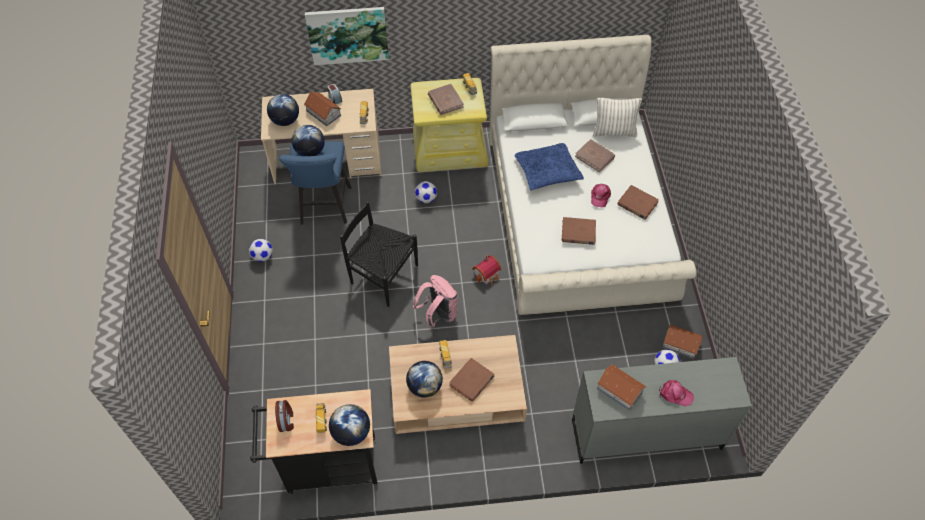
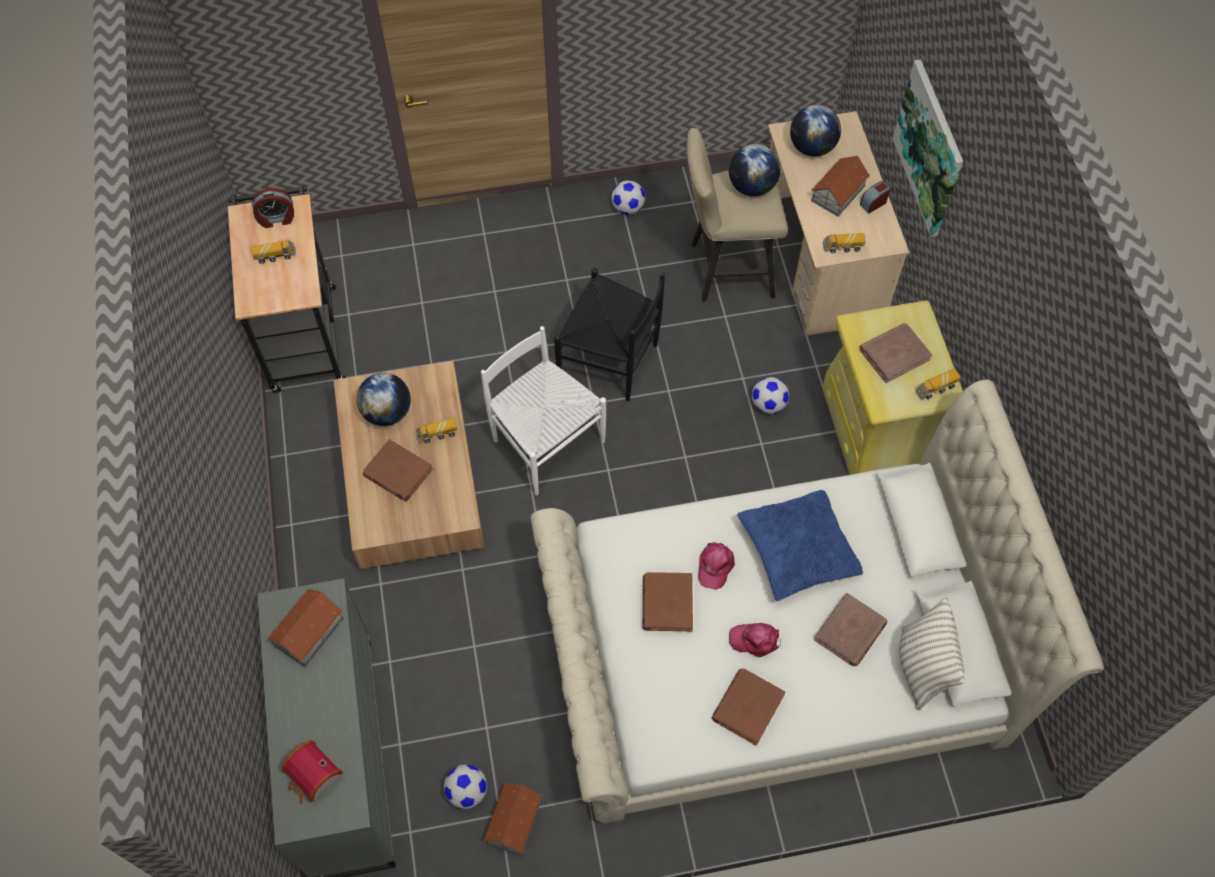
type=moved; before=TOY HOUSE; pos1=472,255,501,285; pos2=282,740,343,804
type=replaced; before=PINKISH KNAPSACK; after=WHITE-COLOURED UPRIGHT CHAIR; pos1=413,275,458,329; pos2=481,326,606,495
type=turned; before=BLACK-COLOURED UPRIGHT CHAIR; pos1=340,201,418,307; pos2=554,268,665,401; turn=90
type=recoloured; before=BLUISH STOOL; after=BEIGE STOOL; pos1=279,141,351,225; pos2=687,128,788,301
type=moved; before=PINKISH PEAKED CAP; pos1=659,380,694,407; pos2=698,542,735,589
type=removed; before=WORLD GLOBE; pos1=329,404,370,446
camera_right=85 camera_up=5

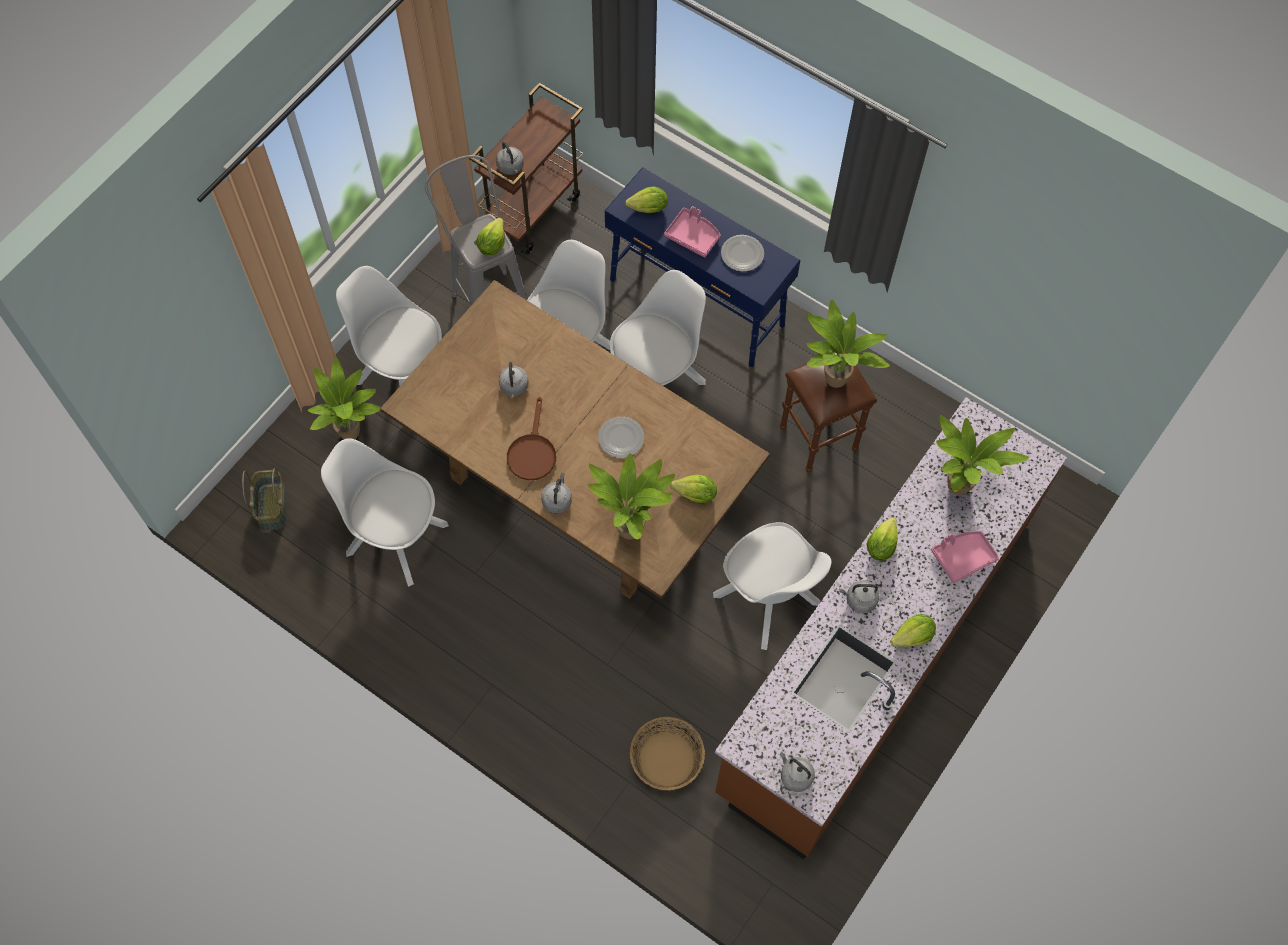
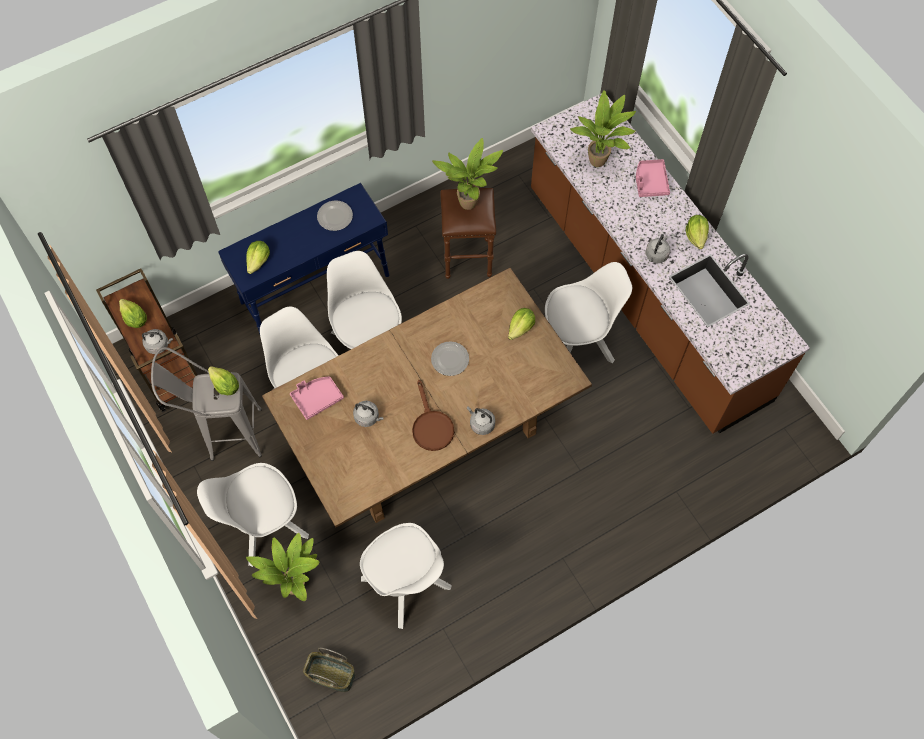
type=moved; before=LETTUCE; pos1=866,517,897,561; pos2=119,299,147,328
type=moved; before=PINKISH TRAY; pos1=664,206,721,257; pos2=290,377,344,420
type=turned; before=WHITE-COLOURED UPRIGHT CHAIR; pos1=321,438,449,587; pos2=360,523,452,629; turn=-90
type=turned; before=BROWNISH SKILLET; pos1=507,397,556,480; pos2=412,380,454,451; turn=45
type=removed; before=HOUSEPLANT; pos1=588,453,675,540
type=removed; before=STORAGE BASKET; pos1=630,717,705,790
type=removed; before=GREYISH TEA KETTLE; pos1=779,751,815,792
camera_right=-65 camera_up=0

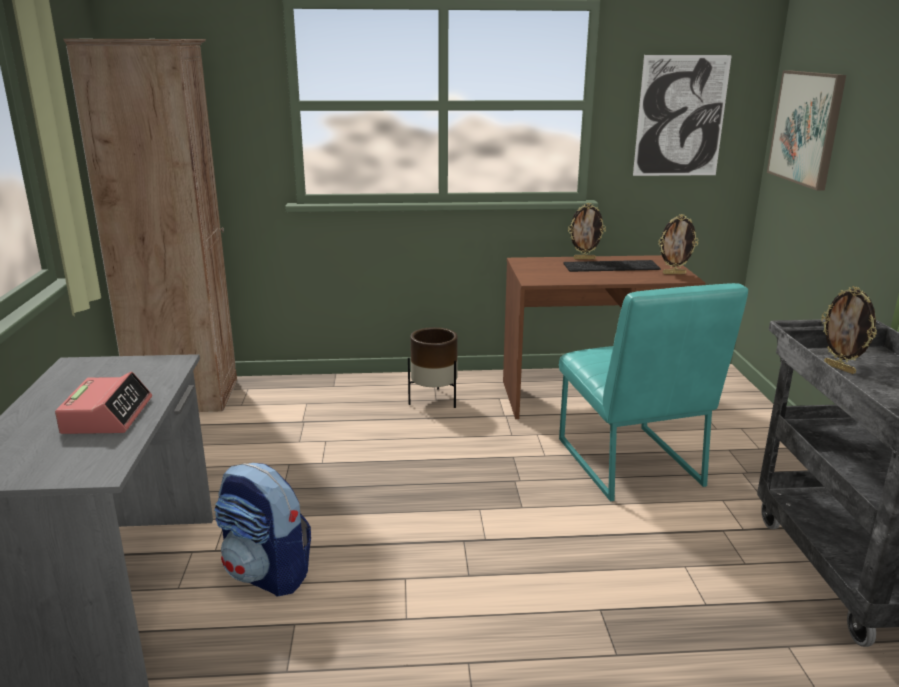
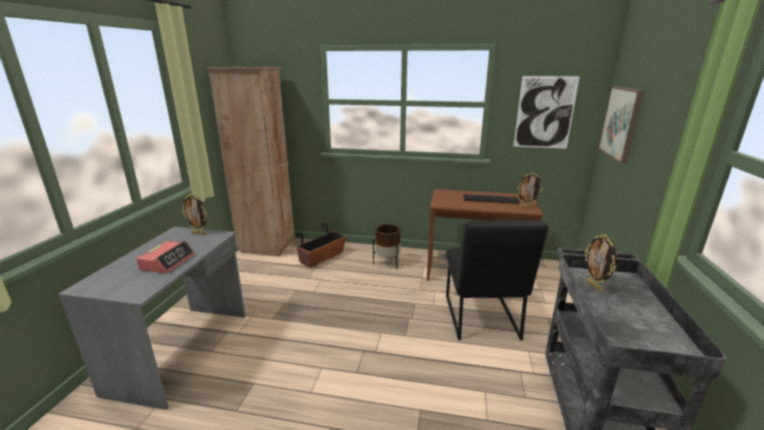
type=moved; before=STANDING FRAME; pos1=568,203,606,259; pos2=182,194,207,235
type=added; after=FLOWER POT; pos2=296,223,346,268
type=recoloured; before=TURQUOISE-COLOURED UPRIGHT CHAIR; after=BLACK-COLOURED UPRIGHT CHAIR; pos1=559,283,748,501; pos2=446,220,548,340
type=removed; before=KNAPSACK; pos1=214,463,311,597
camera_right=15 camera_up=0

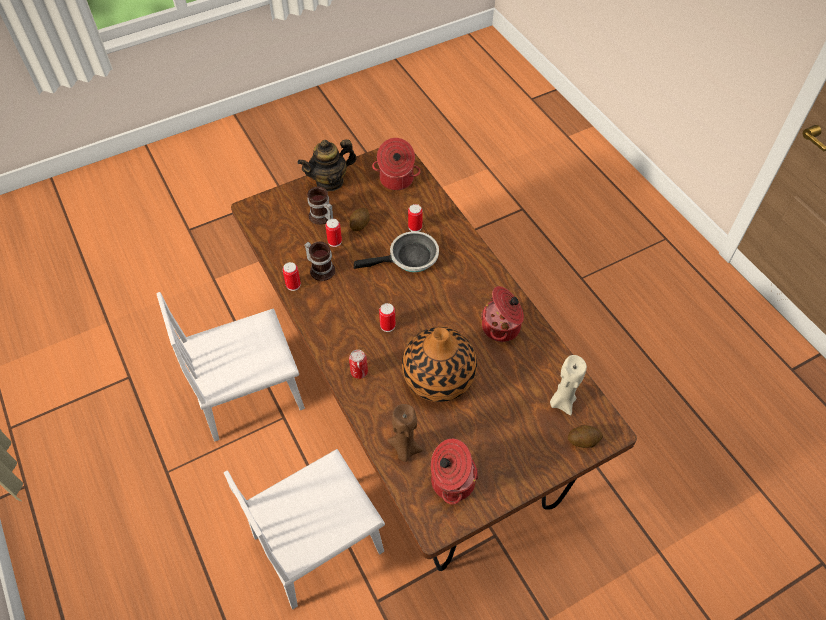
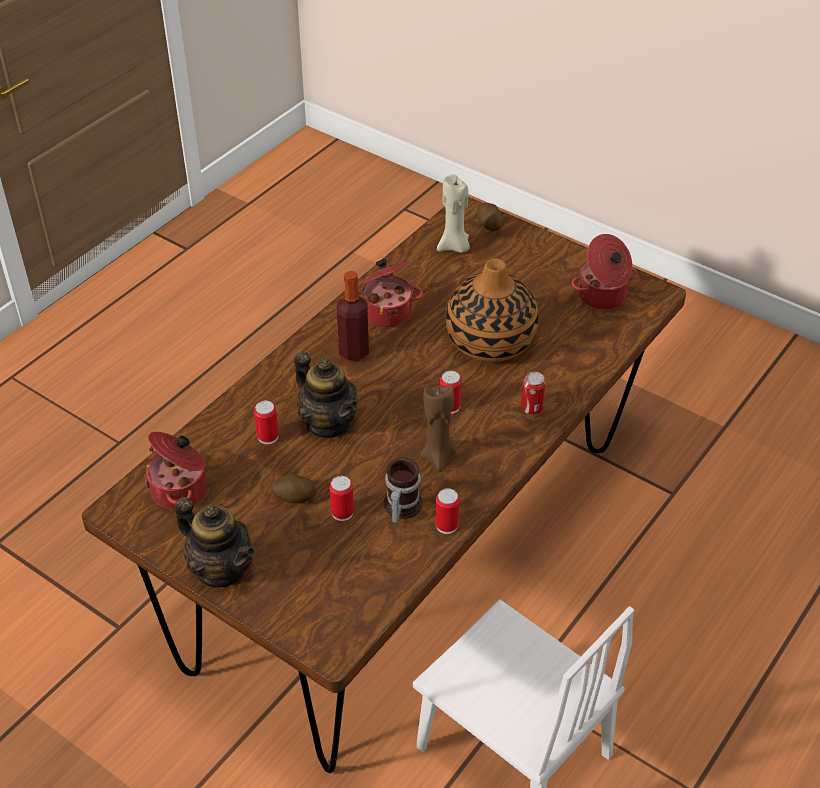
type=replaced; before=SKILLET; after=POT FOR TEA; pos1=354,231,439,272; pos2=294,351,358,438
type=added; after=BOTTLE; pos2=337,271,369,361
type=moved; before=BROWNISH WAX LIGHT; pos1=388,404,423,462; pos2=420,386,457,472
type=removed; before=WHITE-COLOURED UPRIGHT CHAIR; pos1=224,449,385,609
type=removed; before=COFFEE MUG; pos1=307,186,333,225
camera_right=-115 camera_up=-10

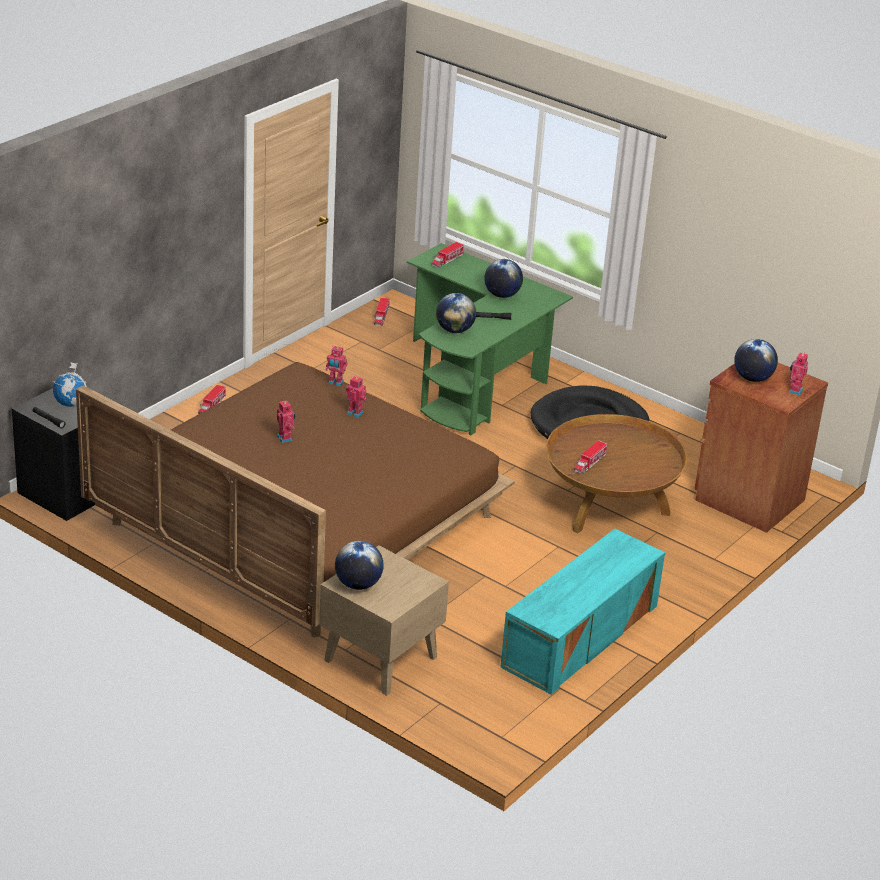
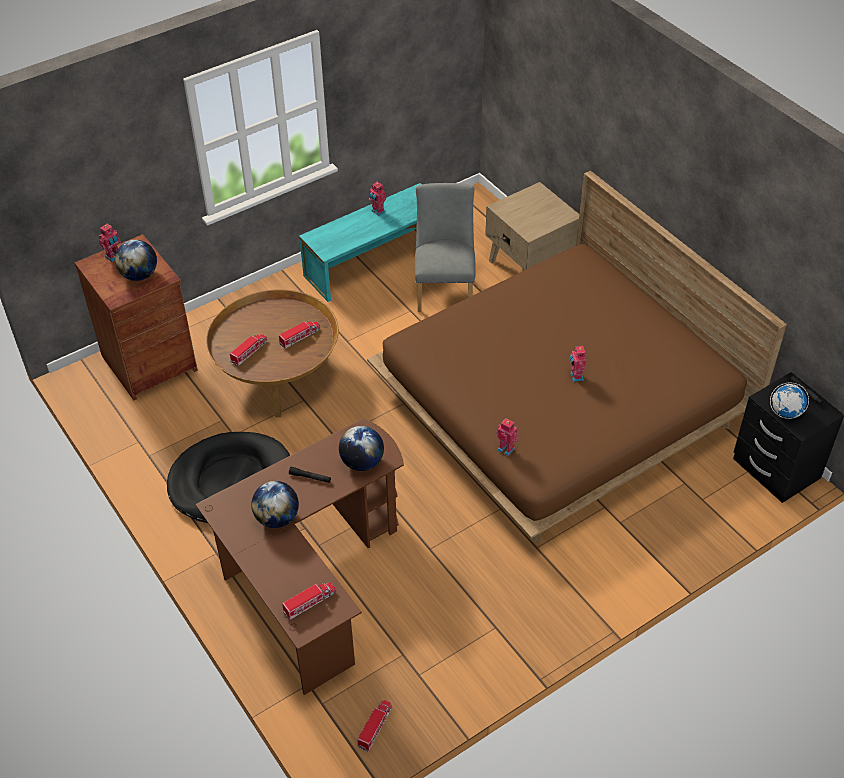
type=recoloured; before=GREENISH DESK UNIT; after=BROWNISH DESK UNIT; pos1=407,243,573,435; pos2=195,418,404,695
type=moved; before=TOY LORRY; pos1=198,385,226,414; pos2=230,334,267,366
type=moved; before=TOY ROBOT; pos1=345,376,367,418; pos2=369,182,386,216
type=added; after=GREYISH UPRIGHT CHAIR; pos2=415,183,476,312
type=removed; before=WORLD GLOBE; pos1=335,541,384,590
camera_right=-160 camera_up=15

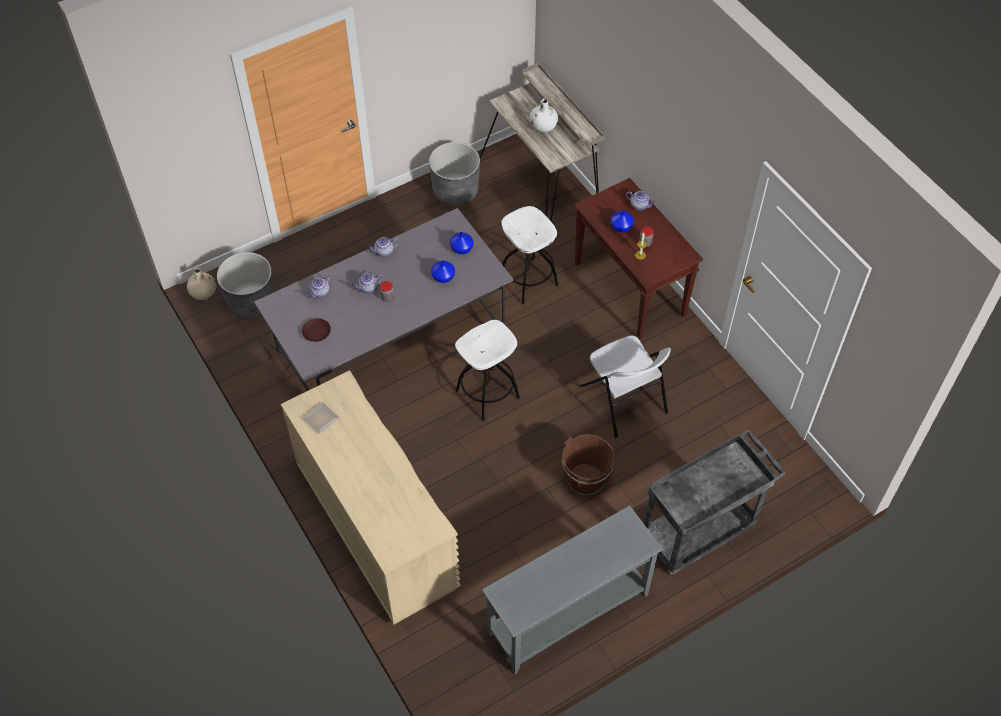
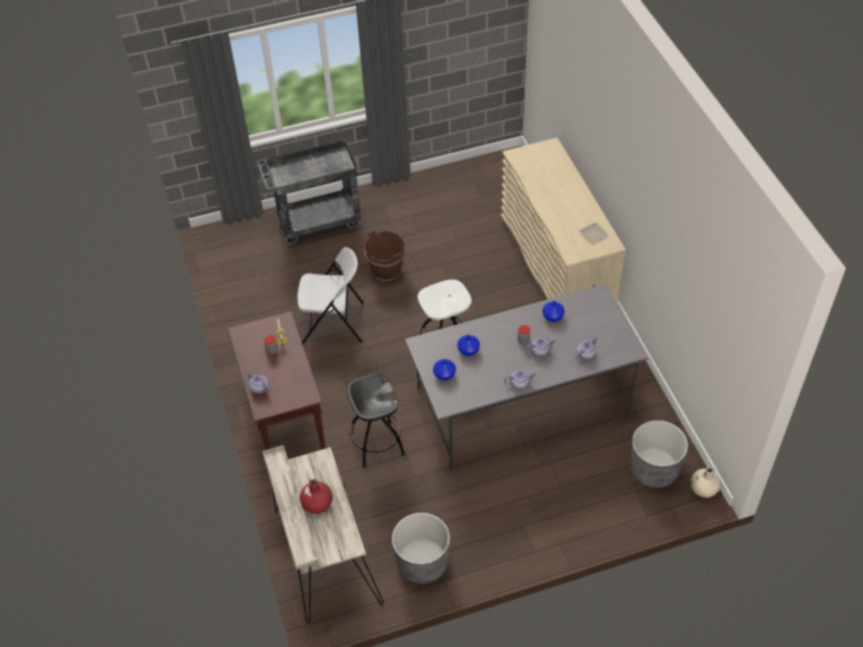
type=turned; before=WHITE-COLOURED UPRIGHT CHAIR; pos1=579,336,671,438; pos2=298,247,364,344; turn=105
type=recoloured; before=WHITE-COLOURED FLOWER VASE; after=REDDISH FLOWER VASE; pos1=529,99,558,133; pos2=300,479,333,514
type=recoloured; before=WHITE-COLOURED STOOL; after=BLACK-COLOURED STOOL; pos1=502,206,559,305; pos2=347,373,405,468
type=moved; before=BLUISH FLOWER VASE; pos1=611,210,634,233; pos2=542,301,565,322
type=removed; before=BROWNISH FLAT DISH; pos1=302,318,331,342
type=removed; before=GREYISH CONSOLE TABLE; pos1=482,506,663,674
camera_right=-165 camera_up=-5

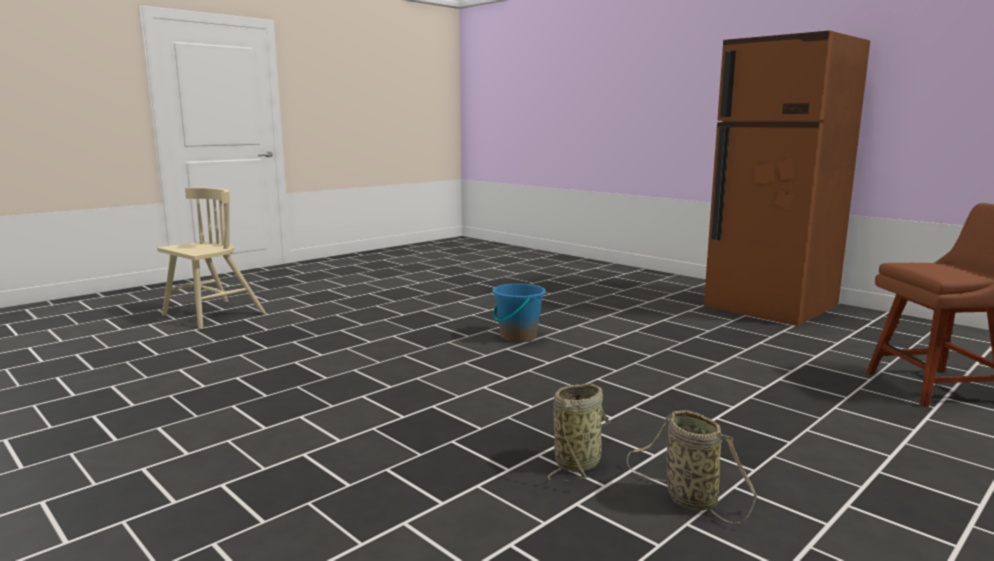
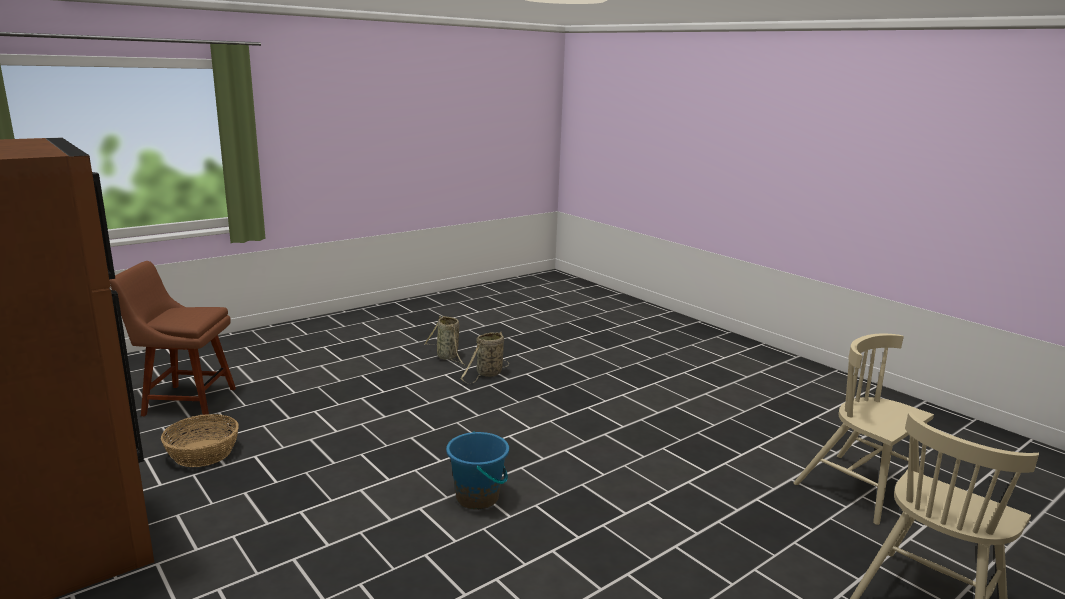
type=added; after=STORAGE BASKET; pos2=161,414,239,467
type=added; after=BEIGE UPRIGHT CHAIR; pos2=793,334,934,525
camera_right=-175 camera_up=5

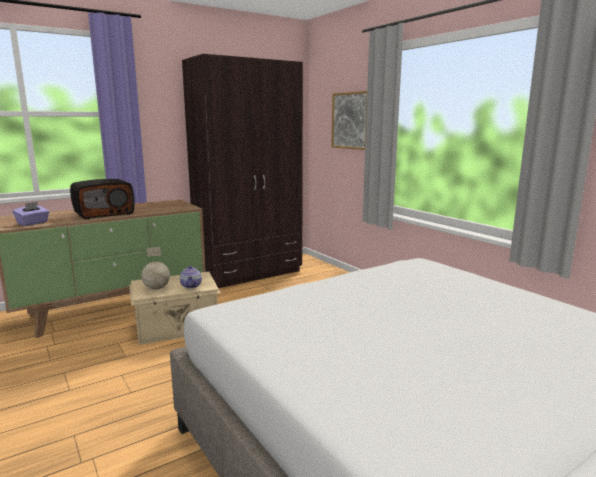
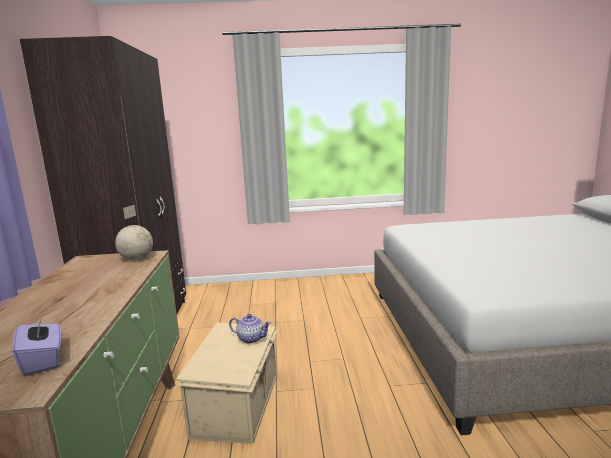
type=moved; before=WORLD GLOBE; pos1=141,247,170,289; pos2=115,205,153,260
type=removed; before=RADIO RECEIVER; pos1=70,179,134,220
type=removed; before=WALL ART; pos1=331,91,367,150
camera_right=-60 camera_up=0

